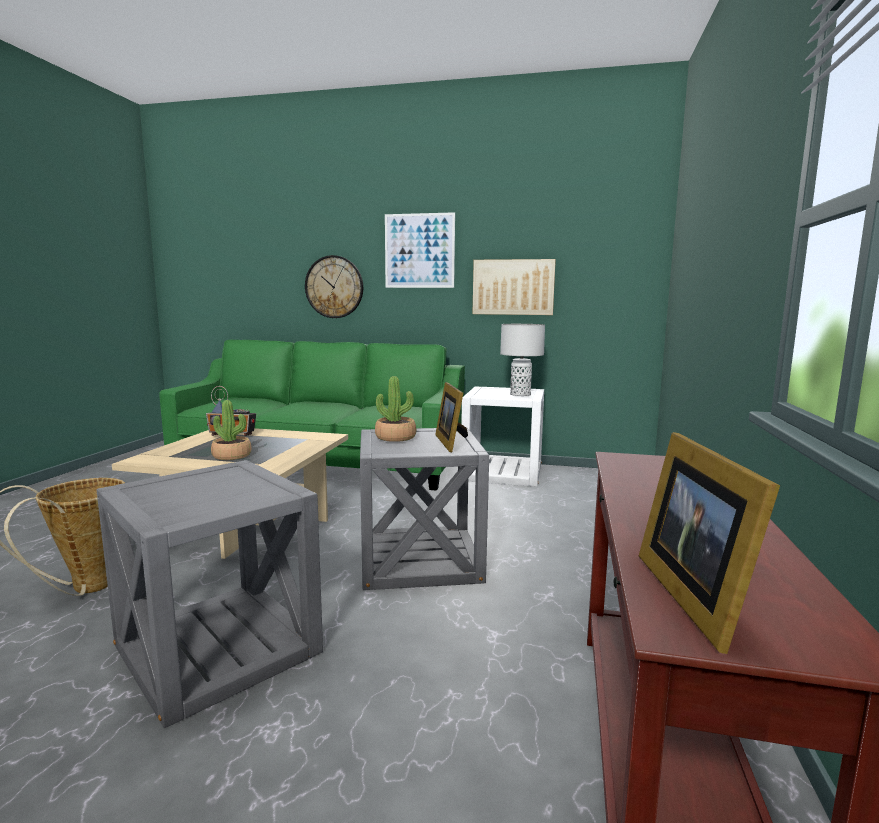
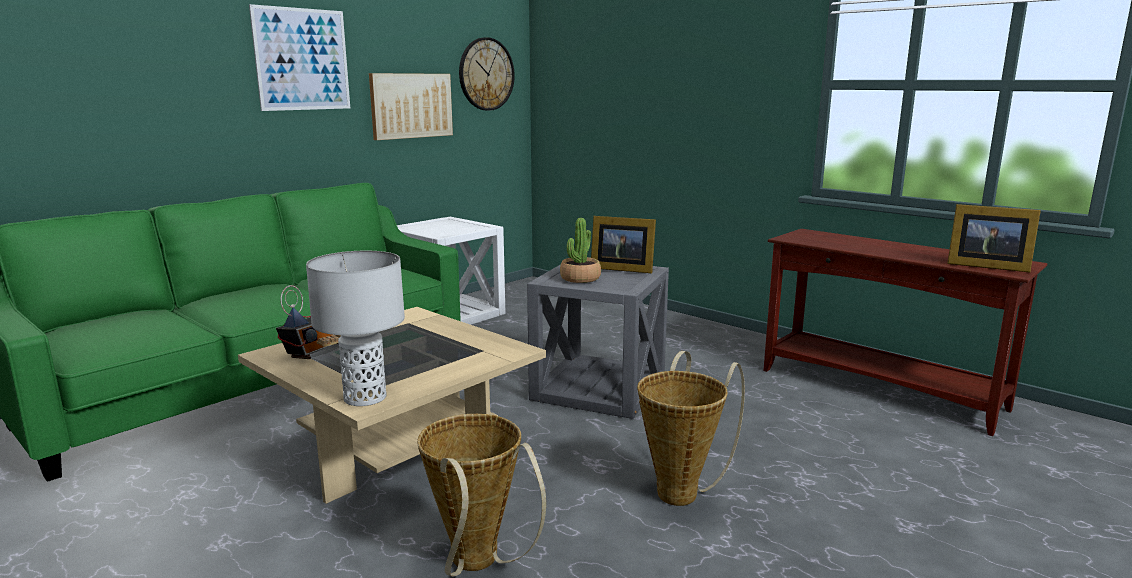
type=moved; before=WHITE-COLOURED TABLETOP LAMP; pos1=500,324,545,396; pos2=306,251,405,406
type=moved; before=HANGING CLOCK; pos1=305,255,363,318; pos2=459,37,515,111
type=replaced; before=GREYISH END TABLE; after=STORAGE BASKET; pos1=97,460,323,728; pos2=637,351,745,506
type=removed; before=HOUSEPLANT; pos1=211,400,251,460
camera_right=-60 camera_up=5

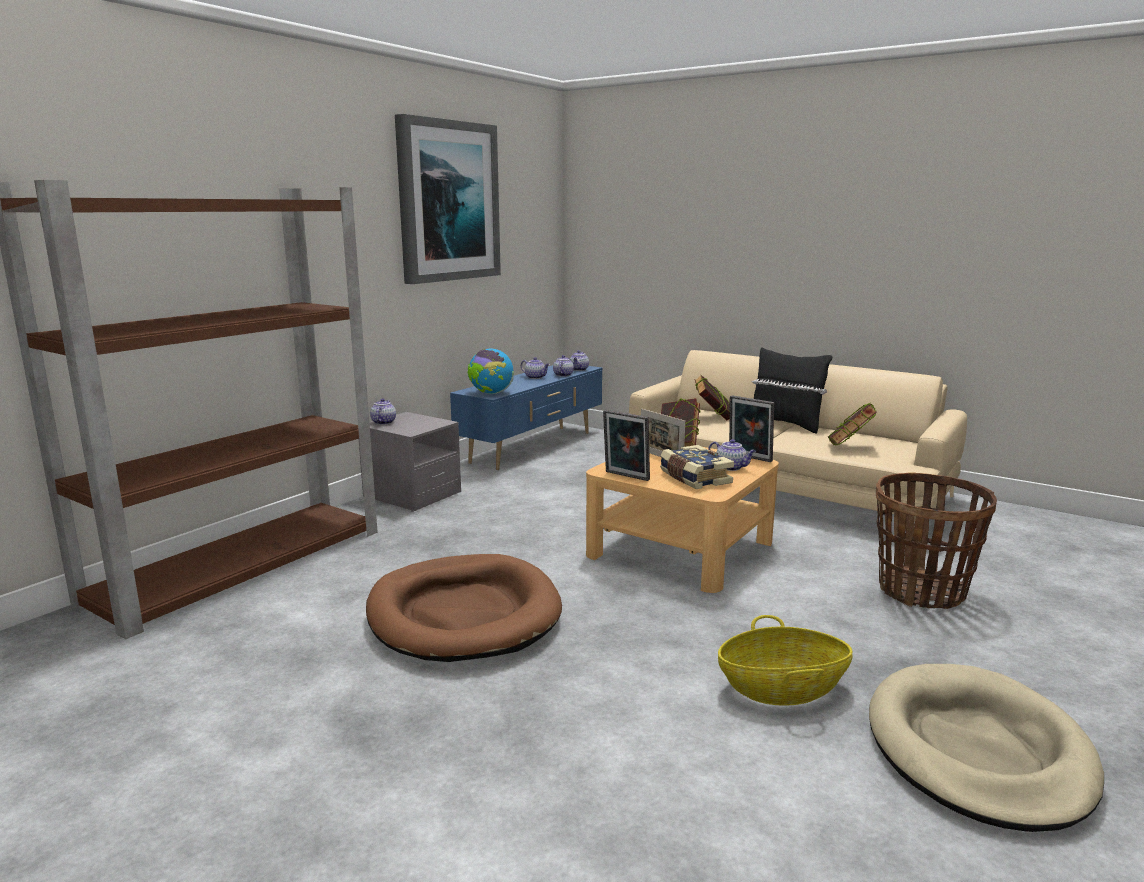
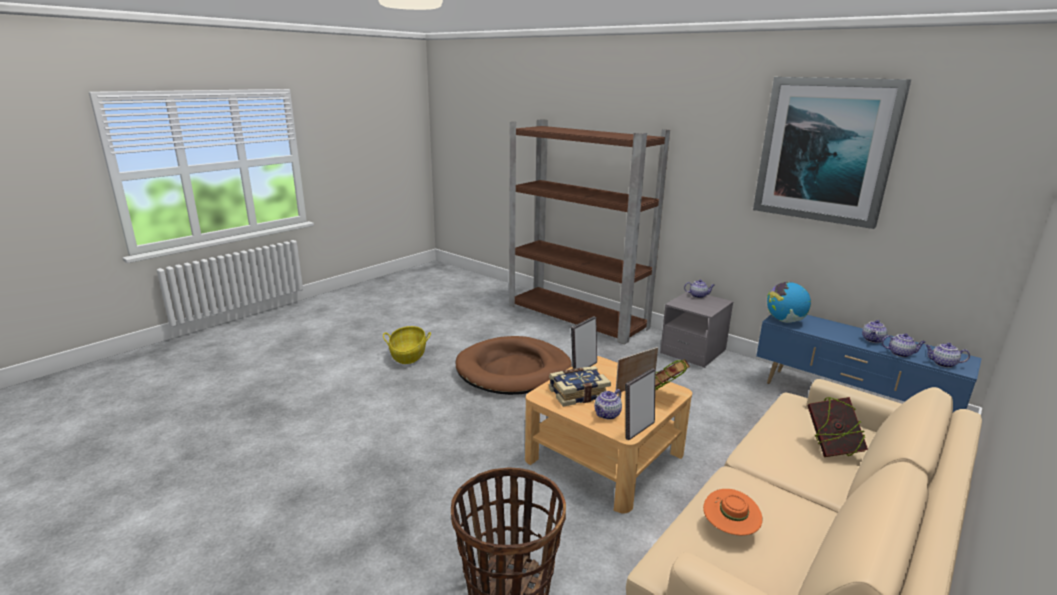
type=moved; before=STORAGE BASKET; pos1=718,615,852,706; pos2=383,326,431,364
type=replaced; before=VOLUME; after=ORANGEY CLOTHING HAT; pos1=828,403,877,445; pos2=703,489,763,536
type=removed; before=BLACK-COLOURED CUSHION; pos1=752,347,832,433
type=removed; before=BEIGE PET BED; pos1=869,664,1104,832
camera_right=95 camera_up=5

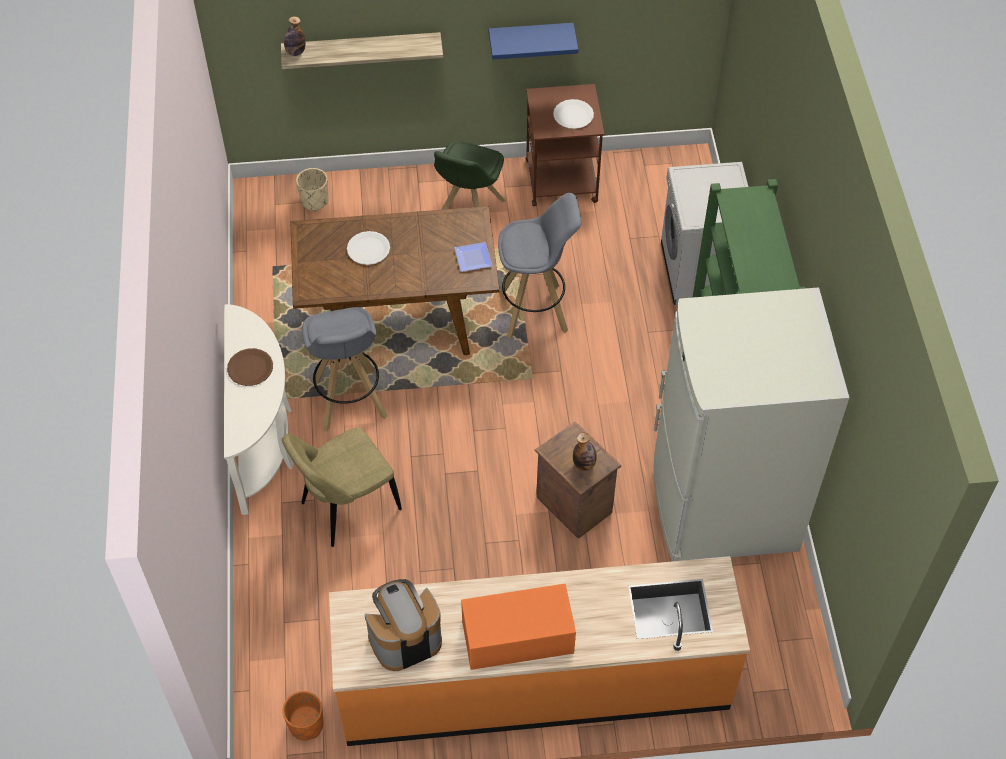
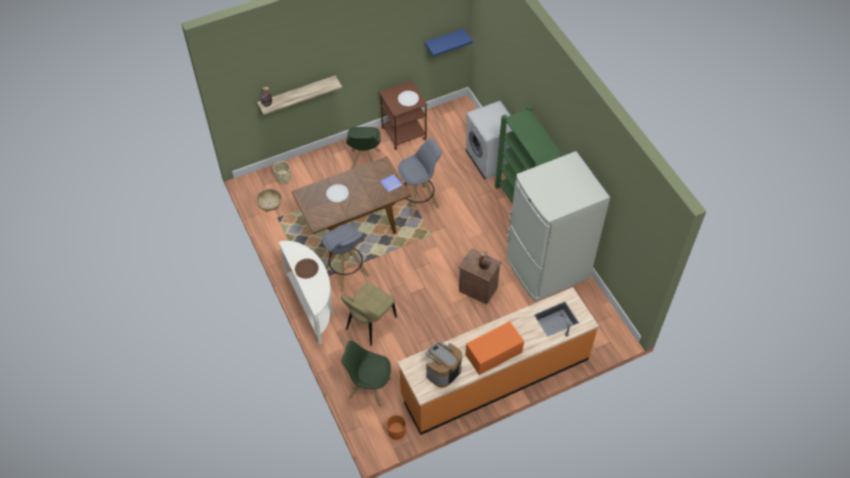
type=added; after=STORAGE BASKET; pos2=256,189,282,212
type=added; after=GREENISH UPRIGHT CHAIR; pos2=342,341,392,408
type=moved; before=BLUISH SHELF; pos1=489,23,578,60; pos2=425,29,473,57
camera_right=-20 camera_up=0

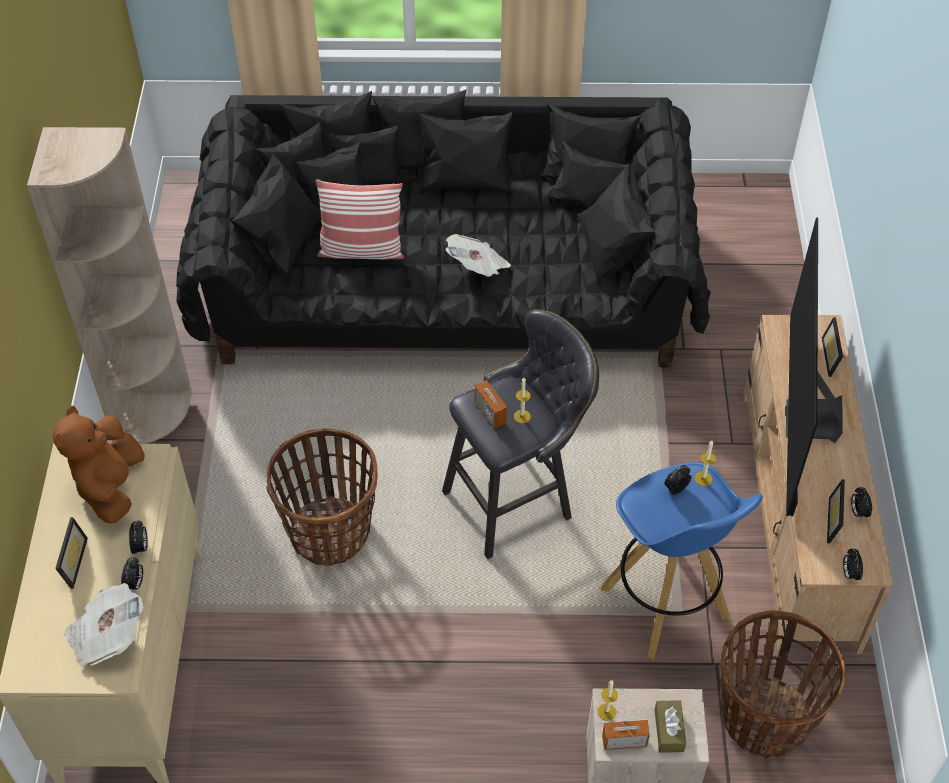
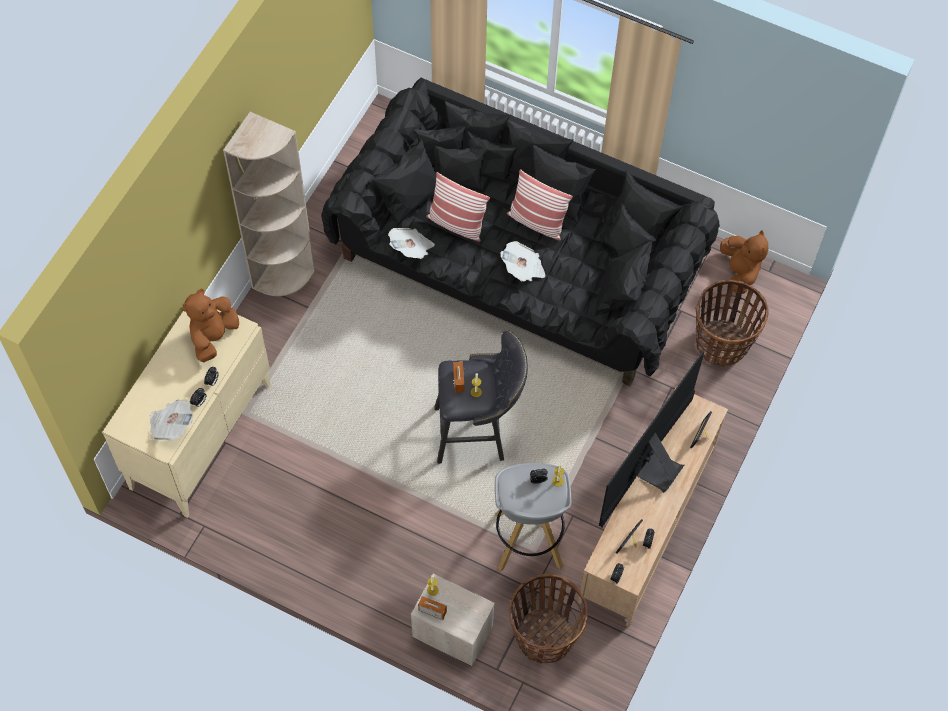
type=added; after=NEWSPAPER; pos2=388,228,435,259
type=recoloured; before=BLUISH STOOL; after=GREYISH STOOL; pos1=601,462,763,660; pos2=495,463,572,572
type=added; after=CUSHION; pos2=507,169,573,241
type=moved; before=STORAGE BASKET; pos1=266,428,378,566; pos2=696,280,769,367
type=added; after=BROWNISH SOFT TOY; pos2=720,230,768,294
type=removed; before=STANDING FRAME; pos1=55,517,88,589
type=removed; before=BROWNISH BOX OF TISSUES; pos1=655,700,686,753
camera_right=25 camera_up=10

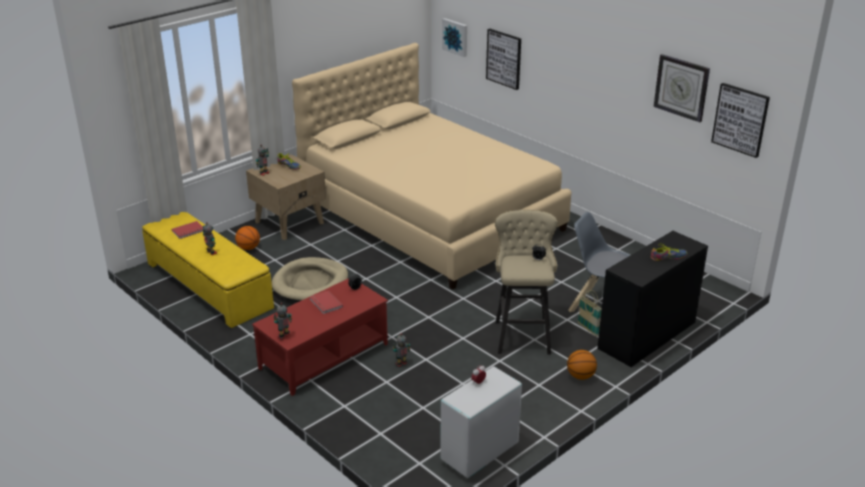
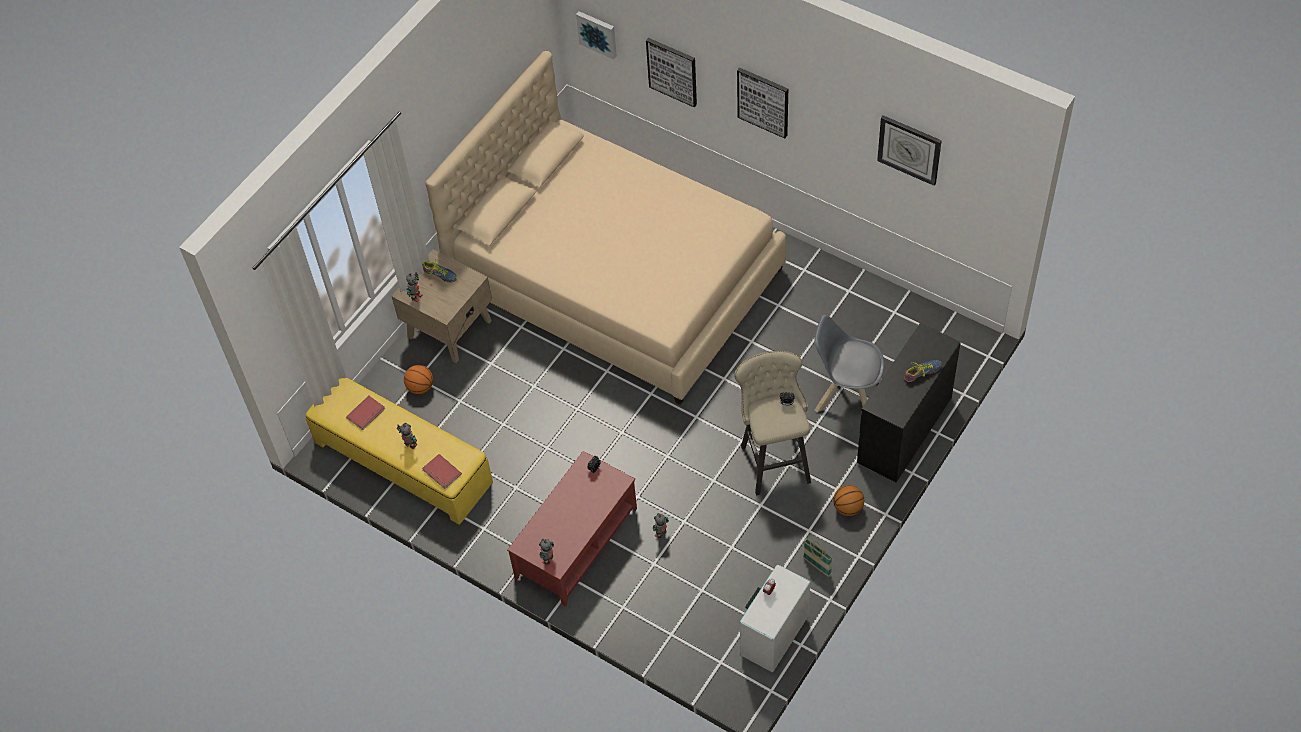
type=moved; before=REDDISH VOLUME; pos1=310,290,343,314; pos2=422,454,462,489
type=moved; before=WALL ART; pos1=711,83,770,158; pos2=737,68,788,138
type=moved; before=STORAGE BASKET; pos1=578,290,602,337; pos2=803,537,832,577
type=removed; before=BEIGE PET BED; pos1=272,257,348,302
camera_right=-10 camera_up=25

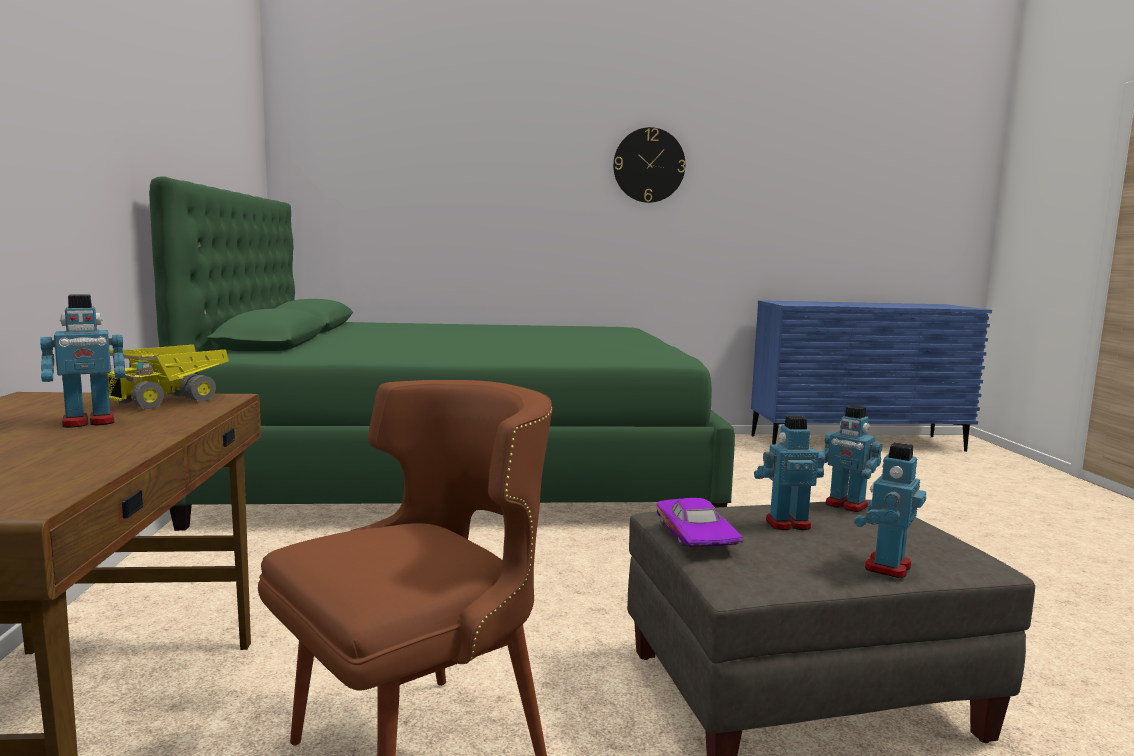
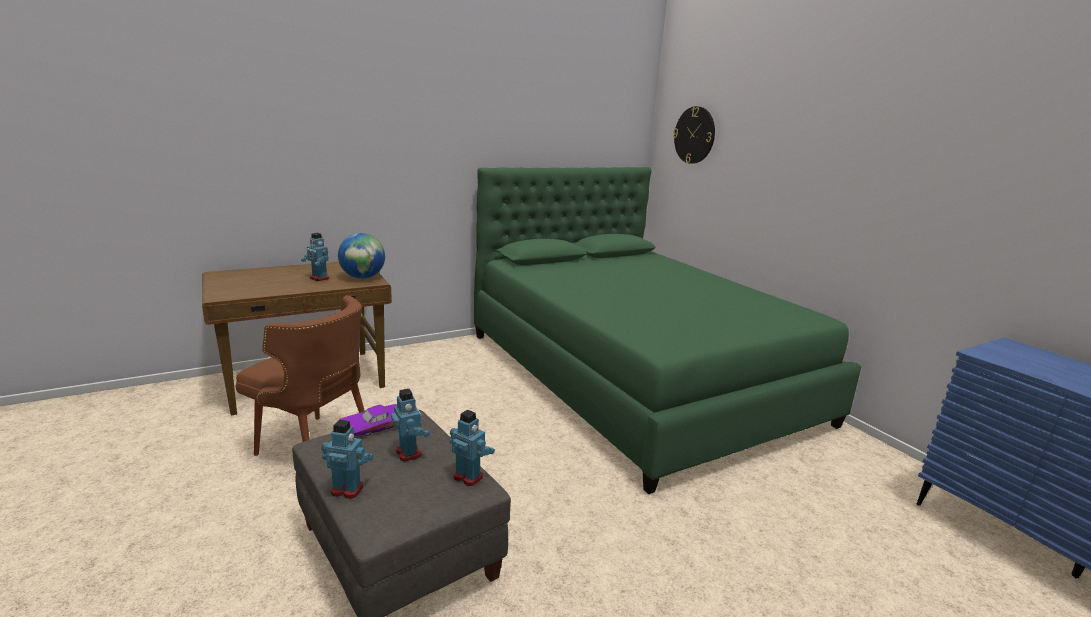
type=replaced; before=TOY LORRY; after=WORLD GLOBE; pos1=107,345,229,409; pos2=338,233,385,279
type=turned; before=TOY ROBOT; pos1=821,405,882,512; pos2=450,410,495,486; turn=105
type=moved; before=HANGING CLOCK; pos1=613,127,686,203; pos2=673,106,715,164
camera_right=65 camera_up=10

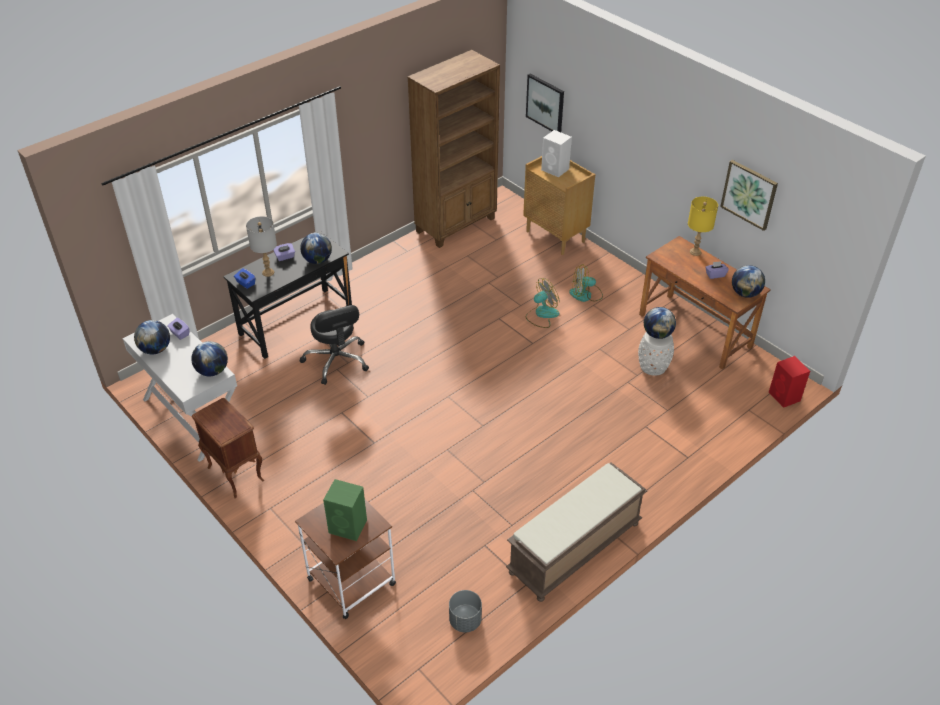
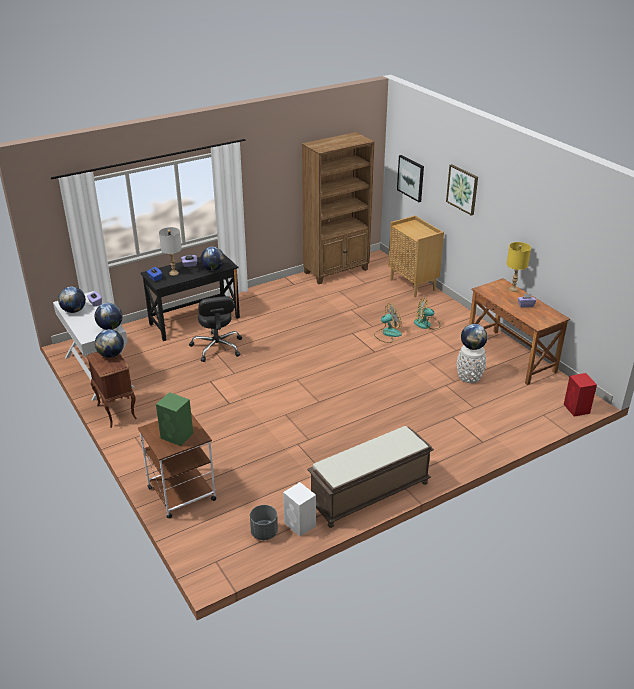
type=moved; before=WORLD GLOBE; pos1=732,265,765,298; pos2=95,329,124,358
type=moved; before=WHITE-COLOURED AUDIO SPEAKER; pos1=541,130,572,177; pos2=283,482,316,537
type=moved; before=WALL ART; pos1=720,160,778,231; pos2=446,164,478,216
camera_right=10 camera_up=-10

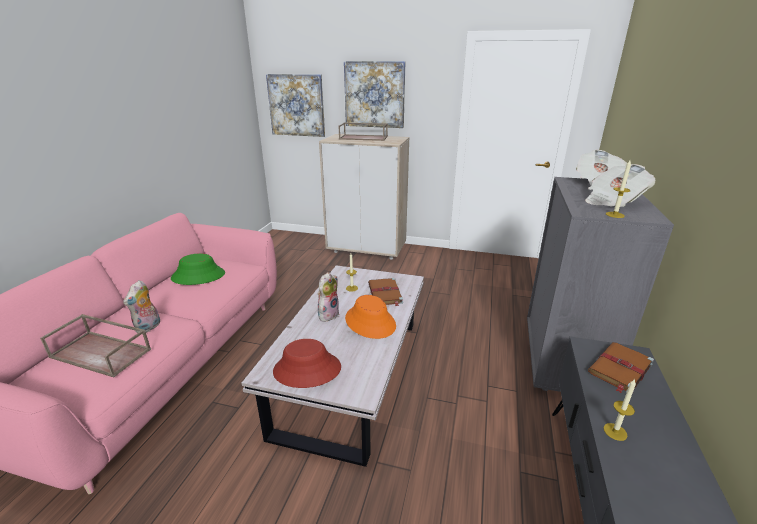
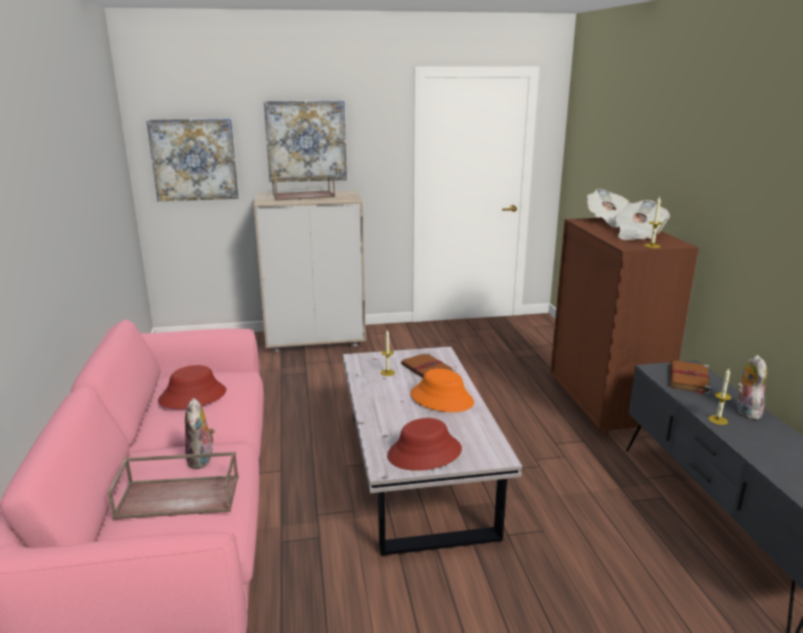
type=recoloured; before=GREENISH CLOTHING HAT; after=REDDISH CLOTHING HAT; pos1=171,253,225,285; pos2=158,365,226,409
type=recoloured; before=GREYISH STORAGE CABINET; after=BROWNISH STORAGE CABINET; pos1=527,177,674,392; pos2=550,218,699,434
type=moved; before=SOFT TOY; pos1=318,272,339,322; pos2=736,355,767,420
camera_right=-25 camera_up=-5

